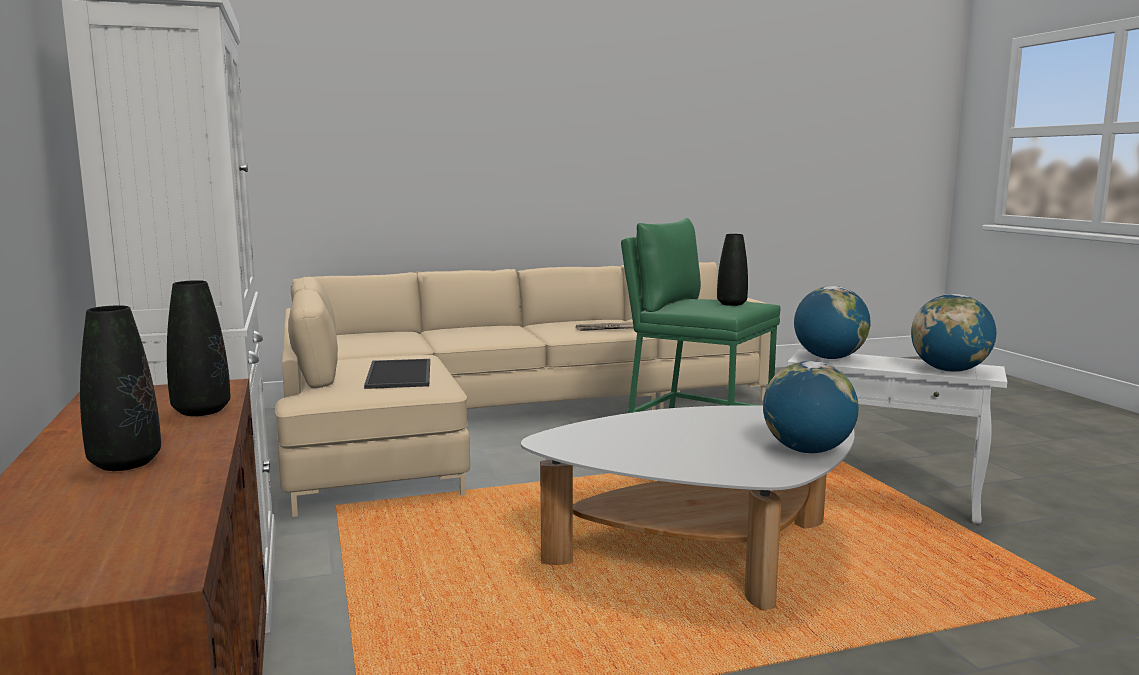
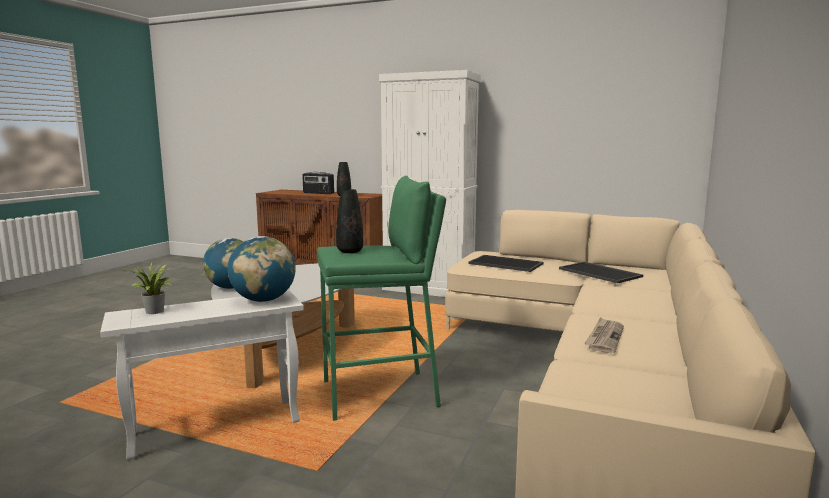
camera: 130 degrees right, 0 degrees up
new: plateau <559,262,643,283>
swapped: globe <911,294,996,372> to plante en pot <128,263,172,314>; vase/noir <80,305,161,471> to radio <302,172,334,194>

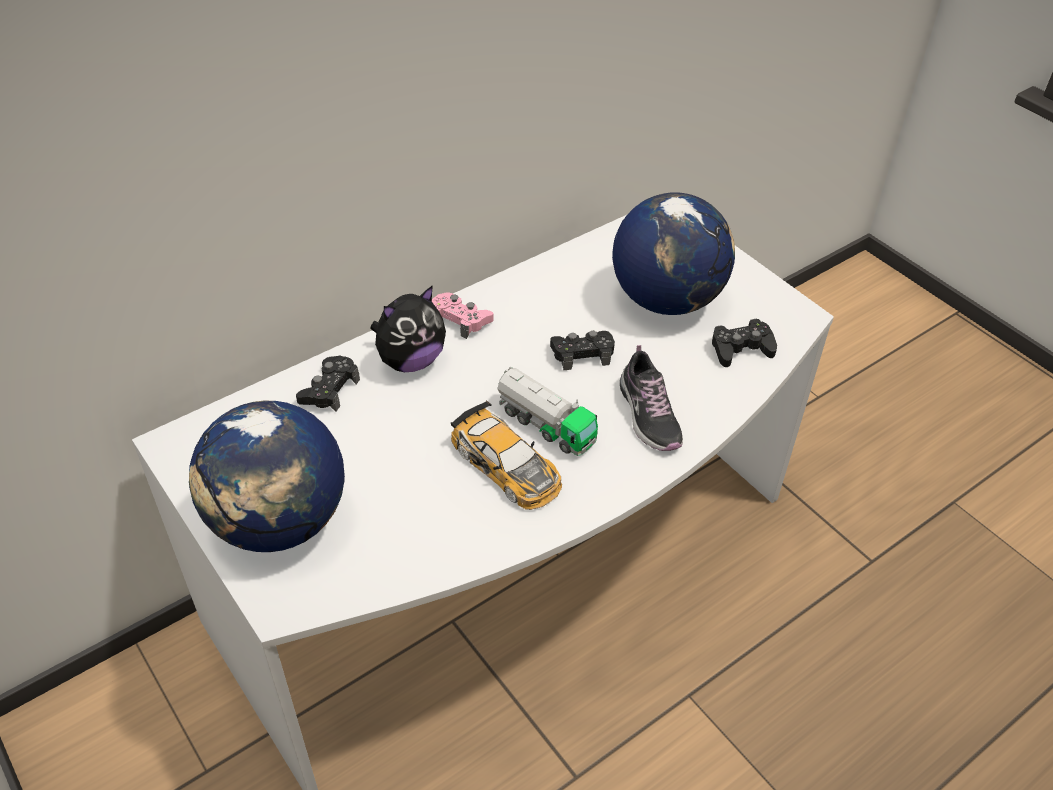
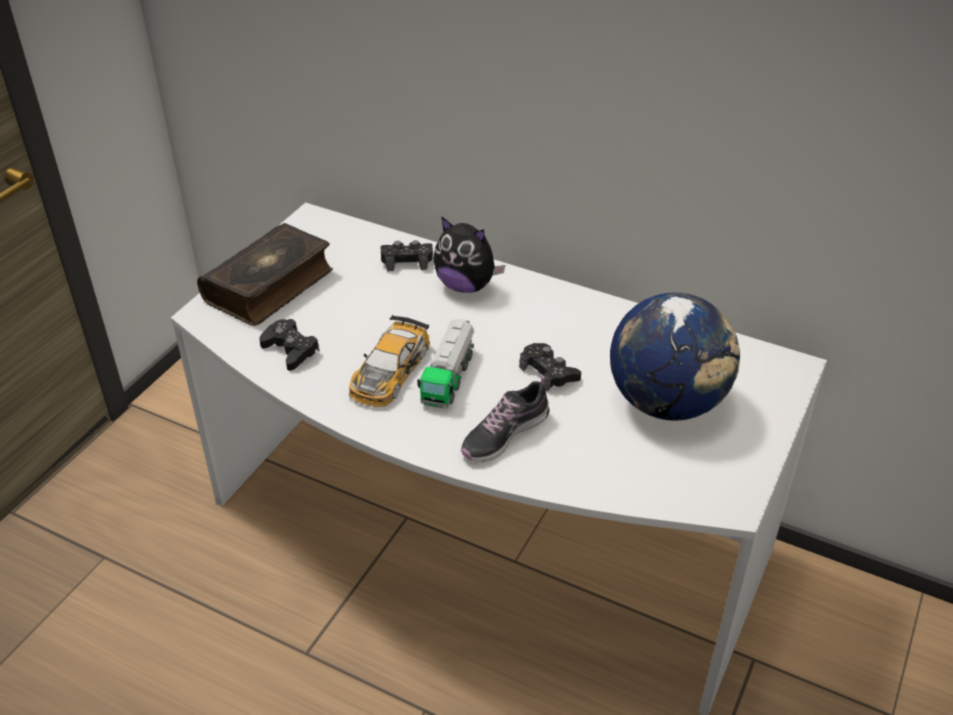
camera: 65 degrees right, 5 degrees down
gone: manette/rose <432,292,494,339>
shifted: manette/noir <712,319,777,367> to <259,319,320,371>
swapped: globe <189,401,345,552> to livre <197,223,333,326>

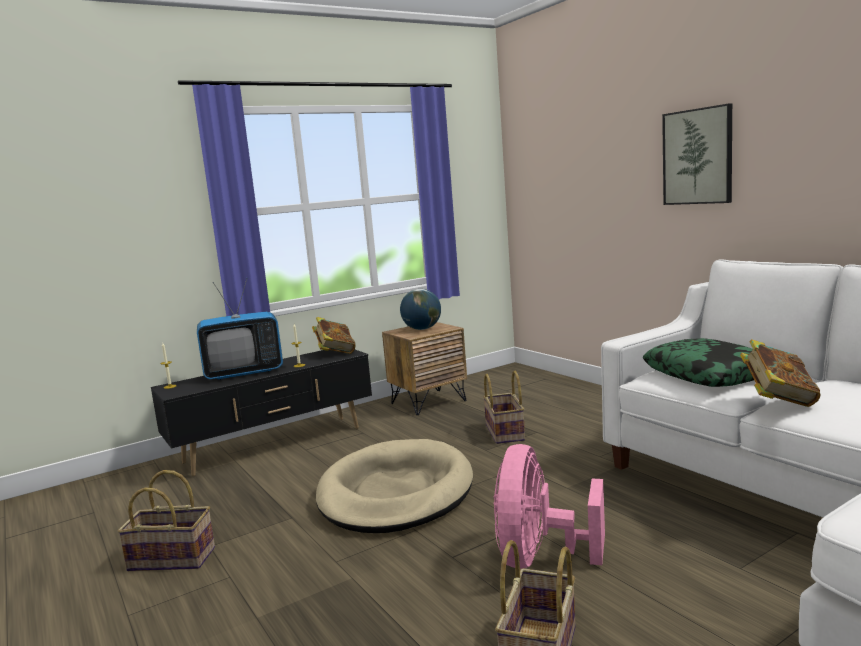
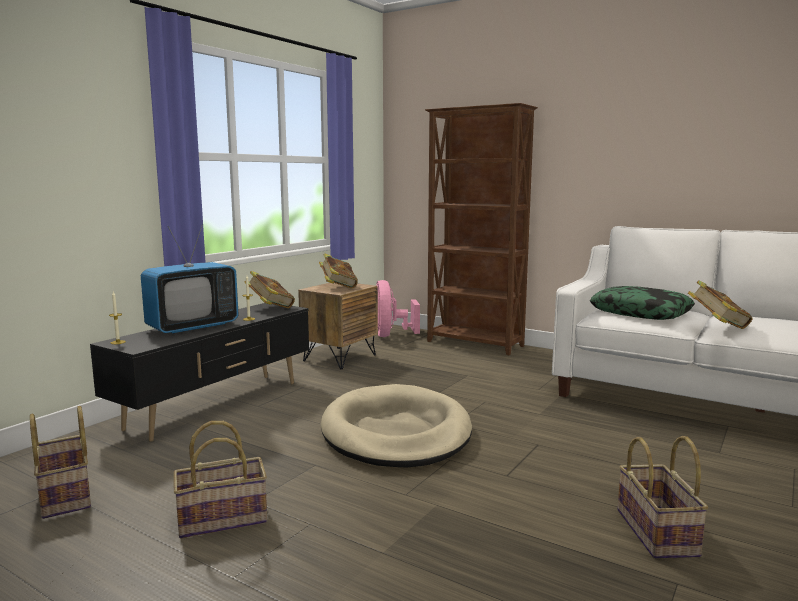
camera: 25 degrees left, 0 degrees up
gone: tableau <662,103,732,205>
new: bibliothèque/marron <425,103,538,355>
shifted: panier <483,371,525,444> to <30,406,91,519>; ventilateur/rose <493,444,605,569> to <376,280,420,337>
swapped: globe <400,289,441,330> to livre <319,253,358,289>

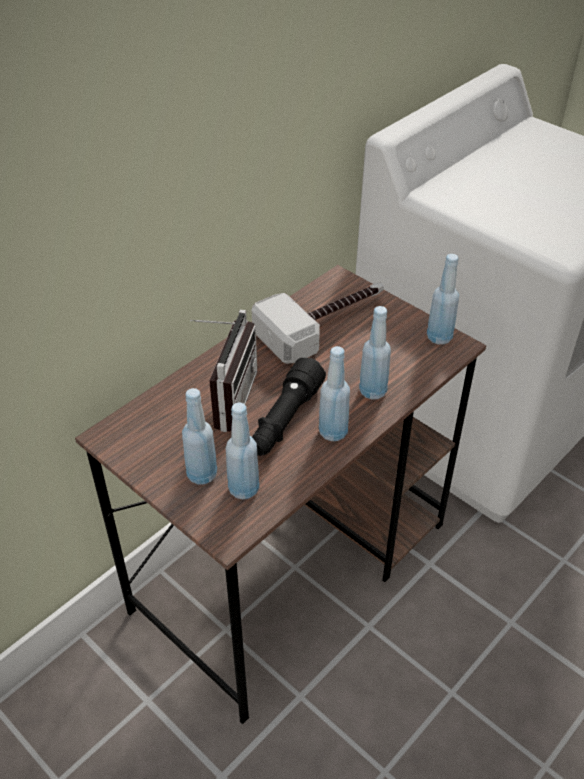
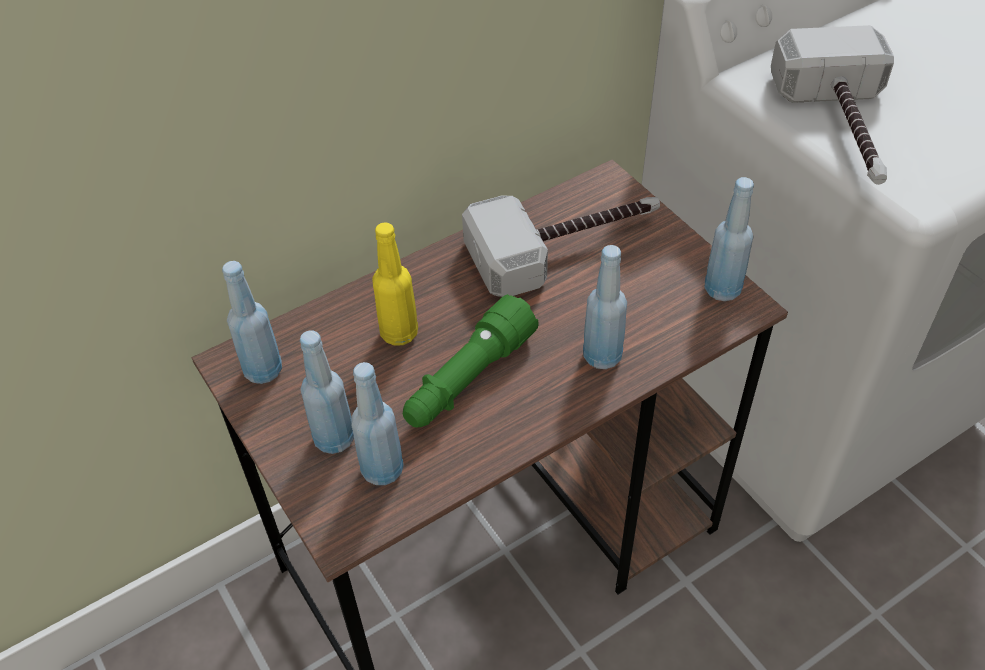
camera: 15 degrees right, 5 degrees up
new: marteau <771,25,894,185>
shifted: bouteille/bleu <319,346,350,441> to <222,261,282,384>
swapped: radio <190,310,257,432> to bouteille/jaune <372,222,418,346>
repainted: lampe de poche/noir <252,358,326,456> to lampe de poche/vert <403,294,539,428>

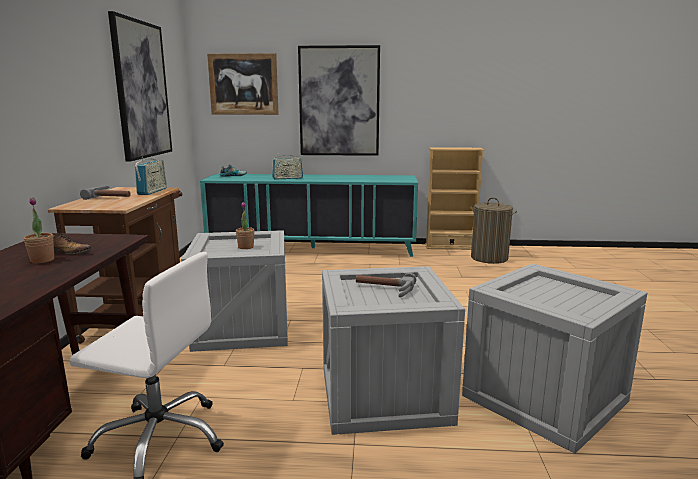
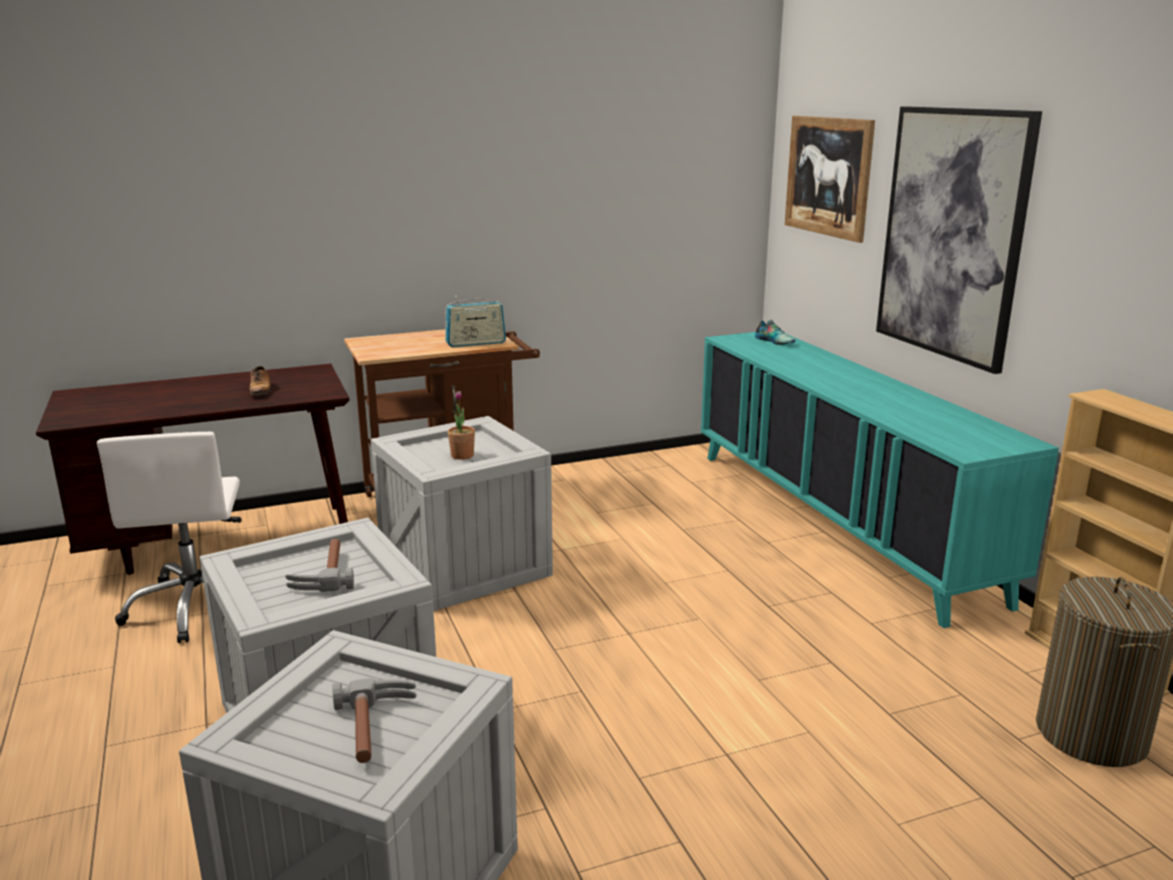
camera: 65 degrees right, 5 degrees up
gone: plante en pot <24,197,54,263>; tableau <108,11,172,162>; radio <272,153,303,180>
shifted: marteau <80,186,131,200> to <332,678,417,763>

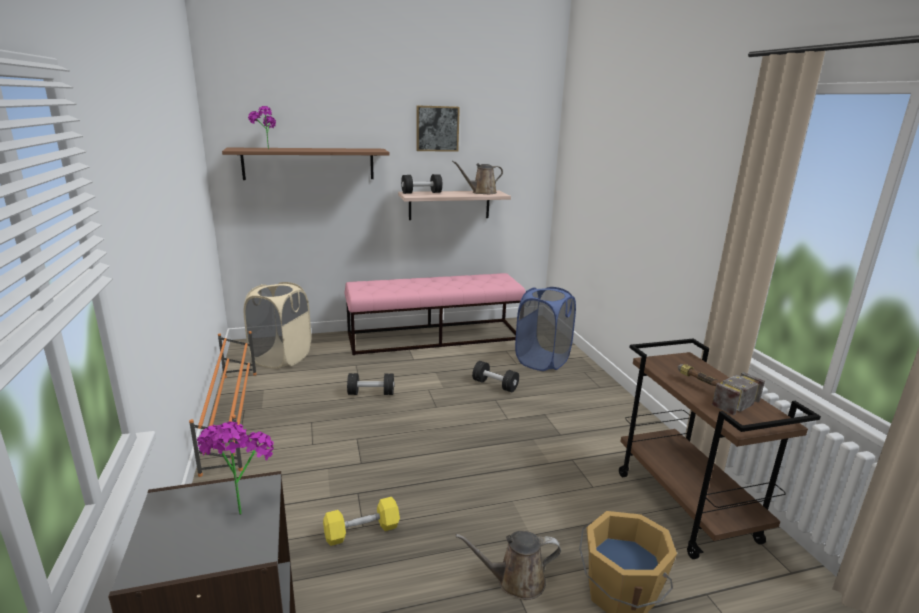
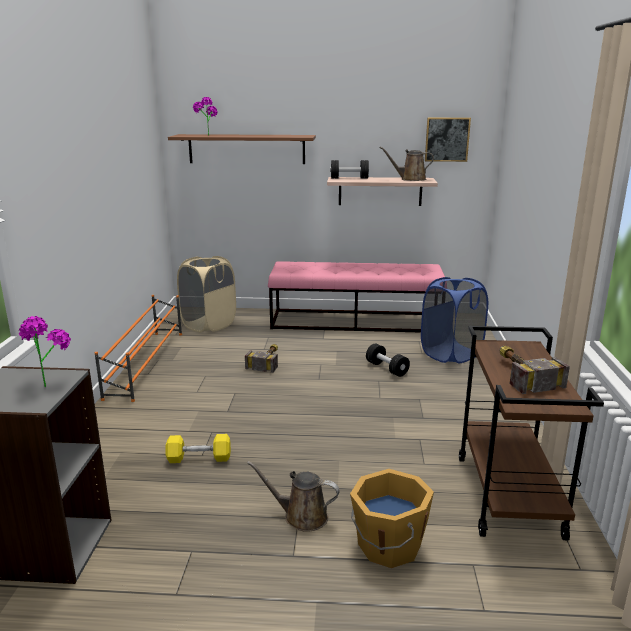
camera: 20 degrees right, 0 degrees up
shifted: tableau <416,105,460,152> to <425,117,471,162>
swapped: haltère/noir <347,373,394,395> to marteau <245,344,278,373>

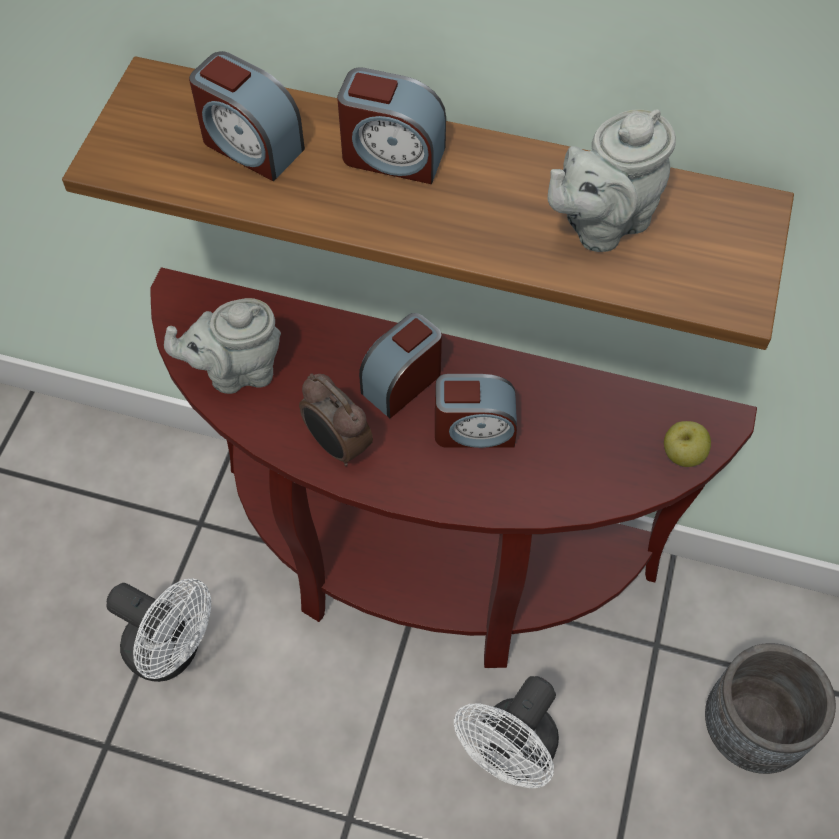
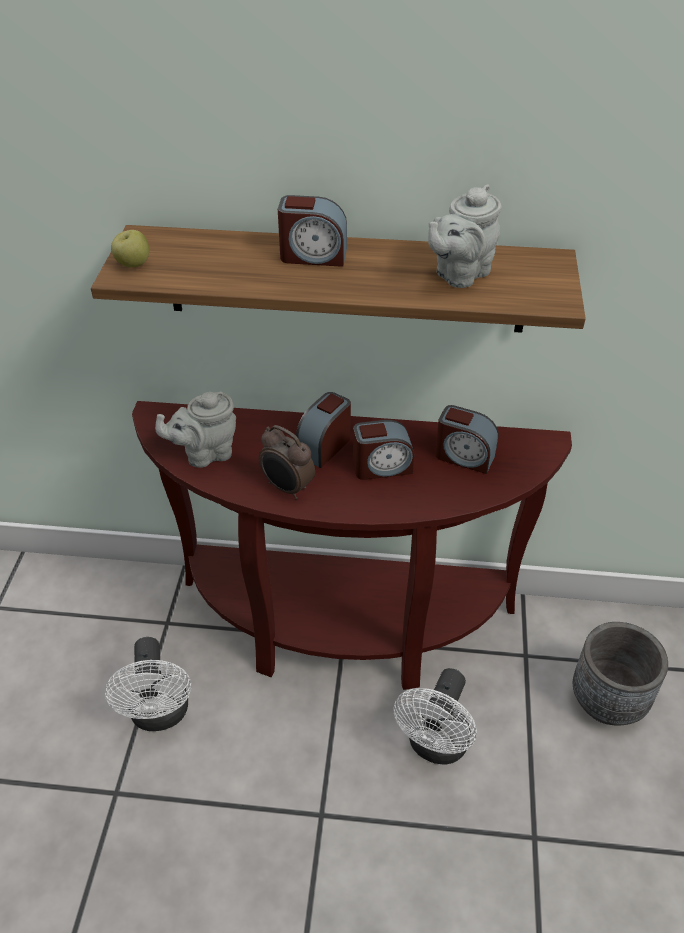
camera: 10 degrees left, 15 degrees down
shifted: pomme <664,421,711,467> to <111,230,149,268>; réveil <189,51,305,181> to <435,405,498,474>
rotated: ventilateur/blanc <106,579,211,682> = <105,637,191,731> 60 degrees clockwise

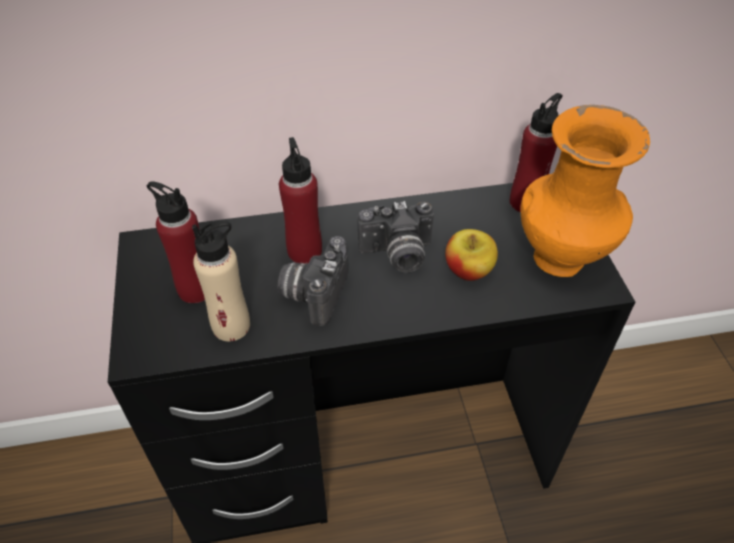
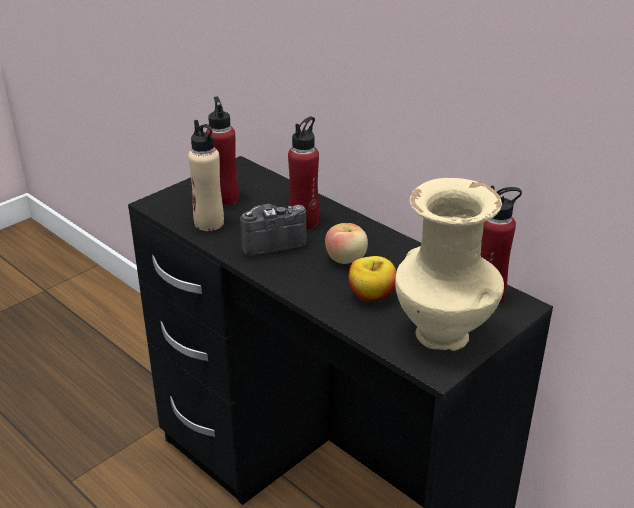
camera: 55 degrees right, 15 degrees down
swapped: appareil photo <357,201,434,273> to pomme <325,223,368,264>
repainted: vase/orange <520,105,650,277> to vase/beige <395,178,504,351>

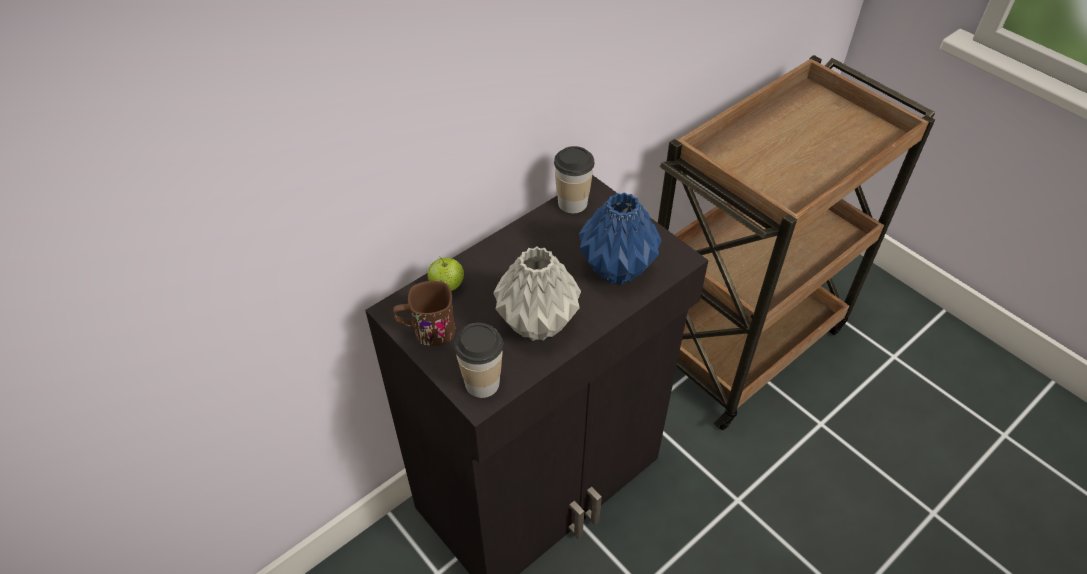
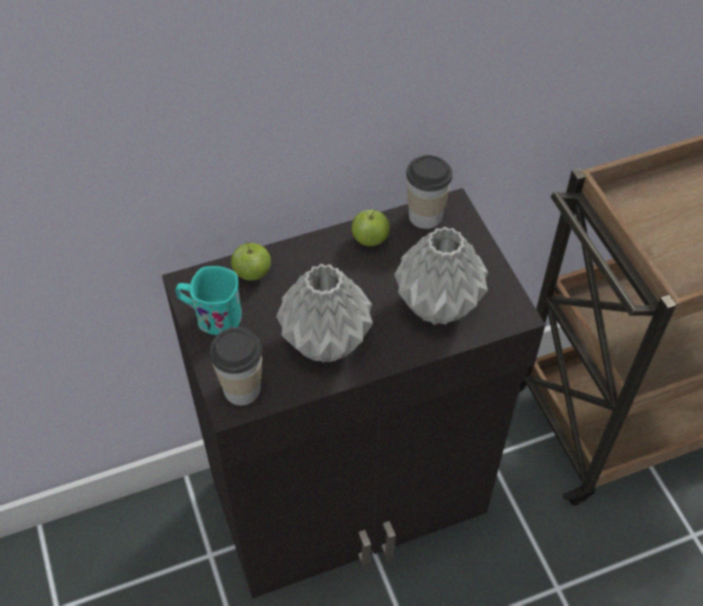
camera: 20 degrees right, 5 degrees up
new: pomme <351,209,390,246>
repainted: mug/marron <393,281,455,346> to mug/turquoise <176,266,242,335>; vase/bleu <579,192,662,285> to vase/gris <394,226,488,325>

